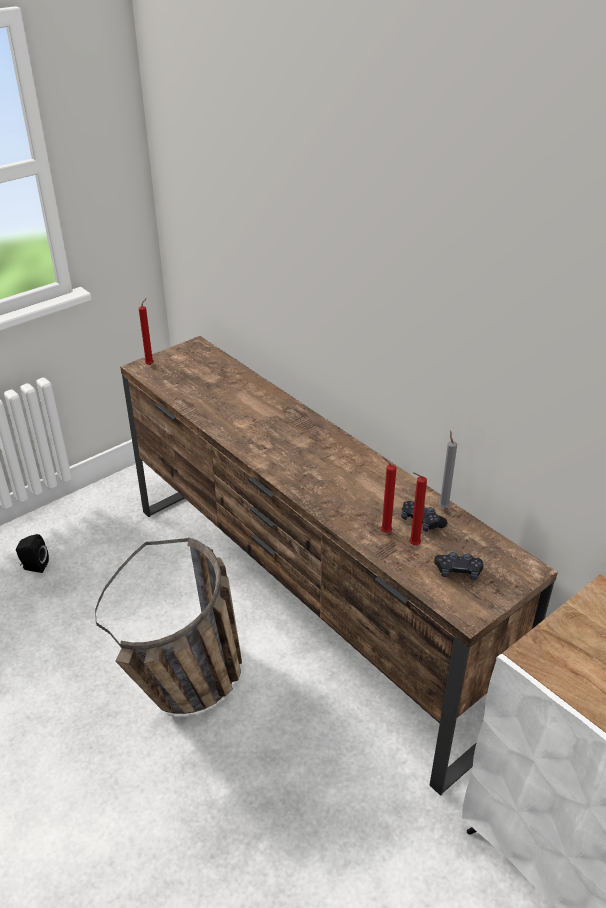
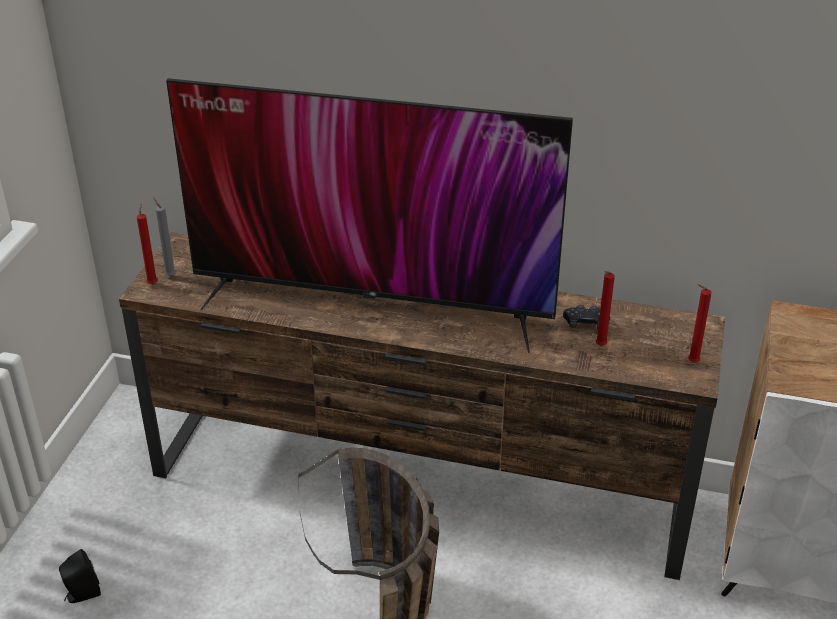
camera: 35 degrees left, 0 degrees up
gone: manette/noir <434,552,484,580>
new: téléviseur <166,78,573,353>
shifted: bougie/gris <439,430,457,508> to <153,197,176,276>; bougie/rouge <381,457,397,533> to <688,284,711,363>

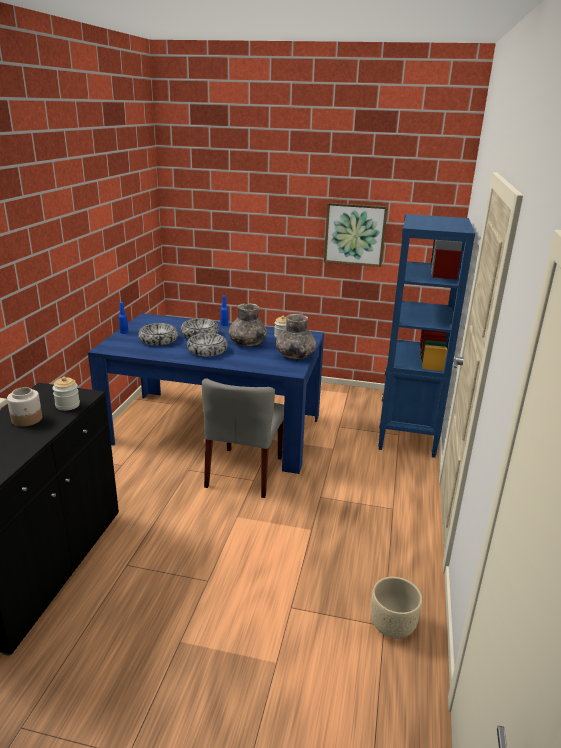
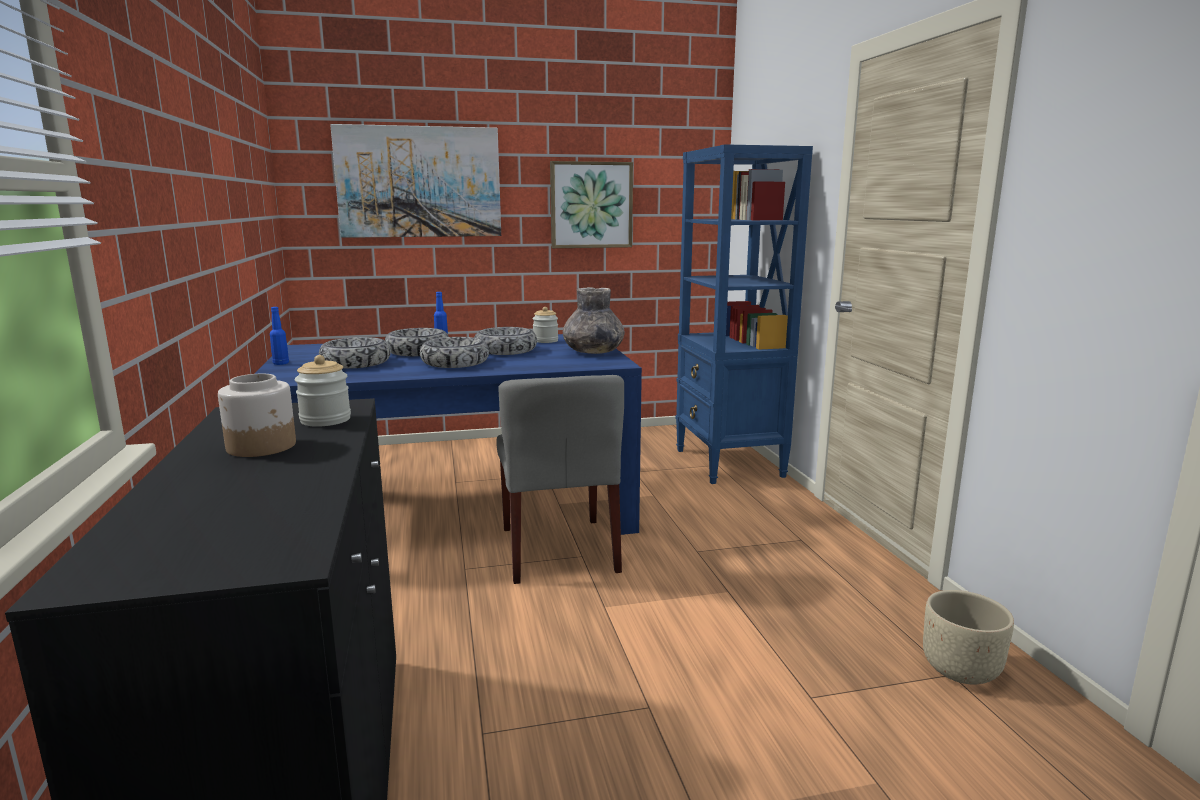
camera: 25 degrees left, 10 degrees down
new: tableau <330,124,501,238>
swapped: vase/gris <229,303,267,346> to bol <474,327,537,355>

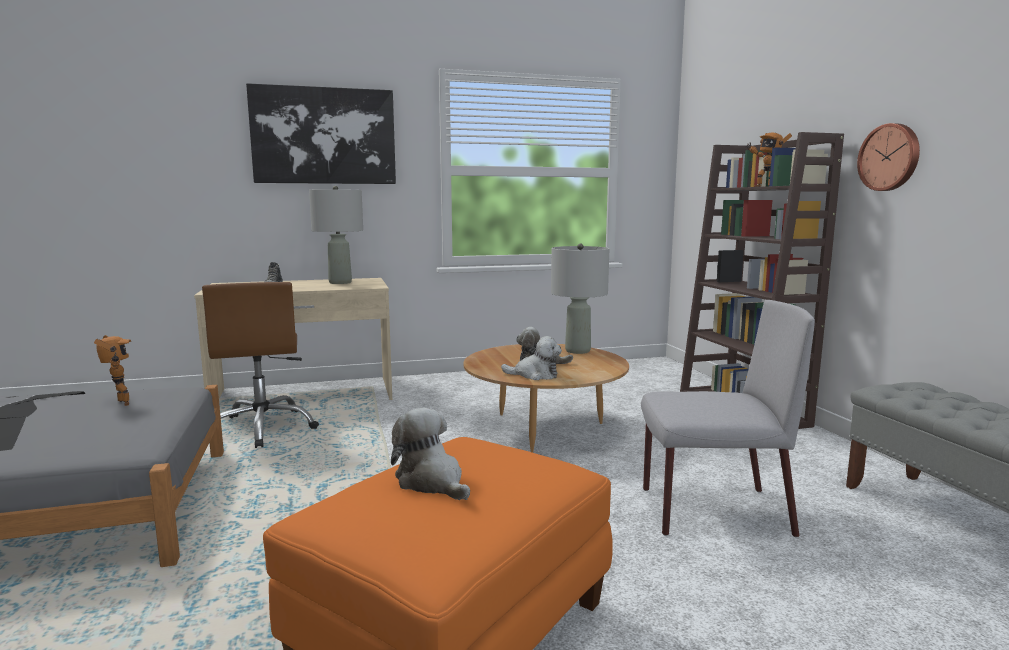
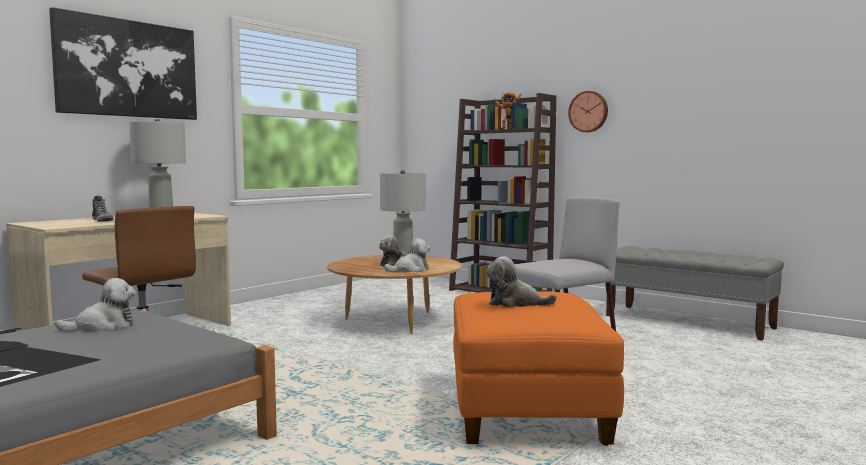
camera: 35 degrees left, 5 degrees down
swapped: robot jouet <94,335,131,406> to peluche <55,278,136,331>

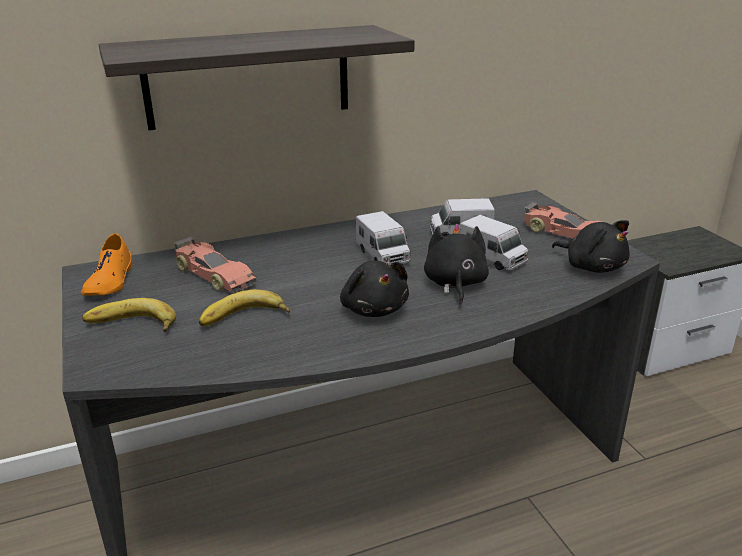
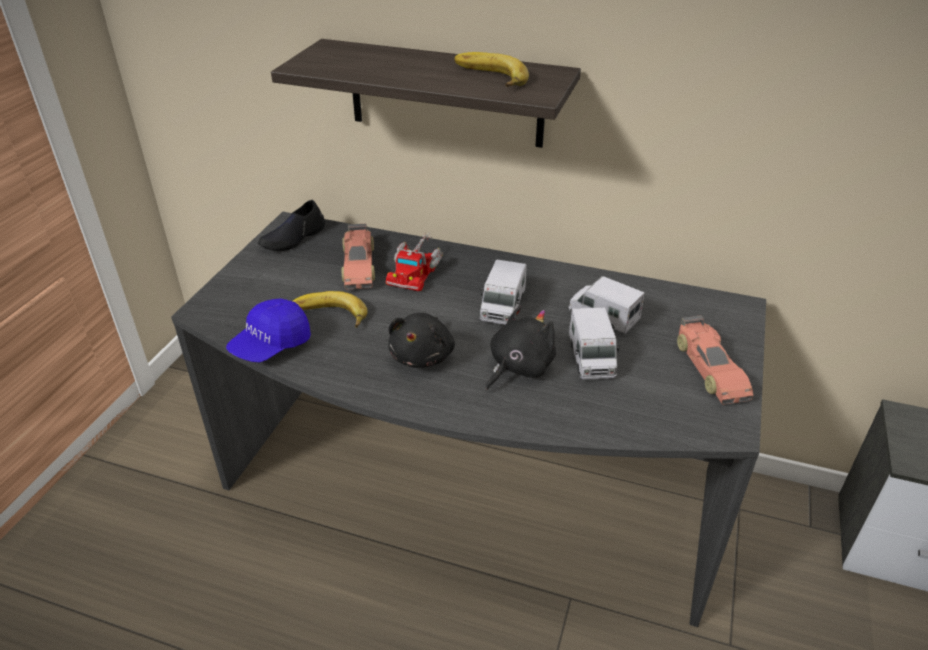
camera: 40 degrees right, 10 degrees up
gone: peluche/noir <552,220,630,273>
new: casquette/bleu <226,298,311,362>; camion jouet <386,232,443,291>
shifted: banane <82,298,176,332> to <454,52,529,87>
repainted: chaussure/orange <81,233,132,295> to chaussure/noir <258,200,325,251>

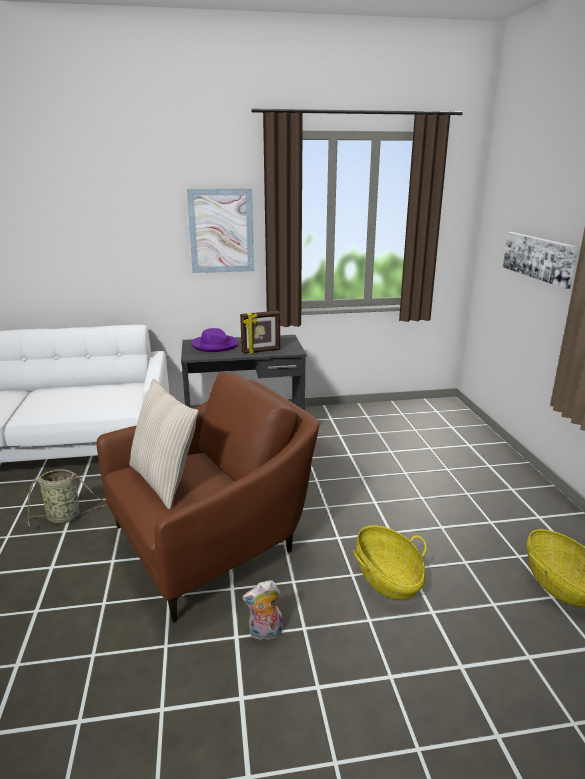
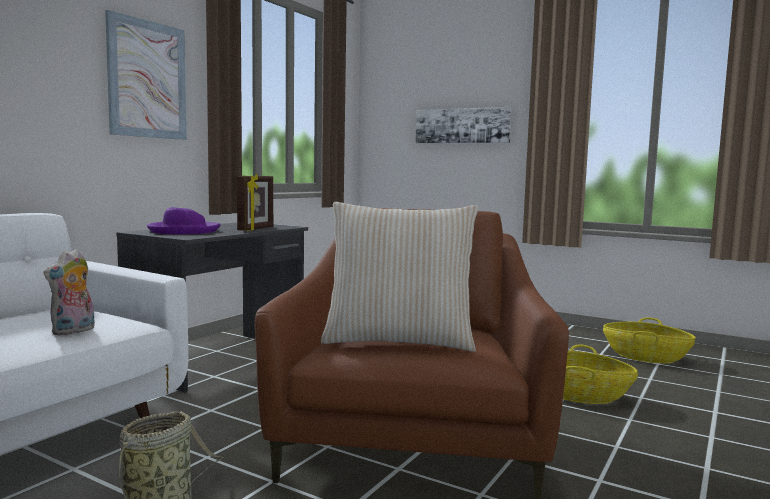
camera: 50 degrees left, 15 degrees down
shifted: peluche <242,580,283,641> to <43,249,95,336>

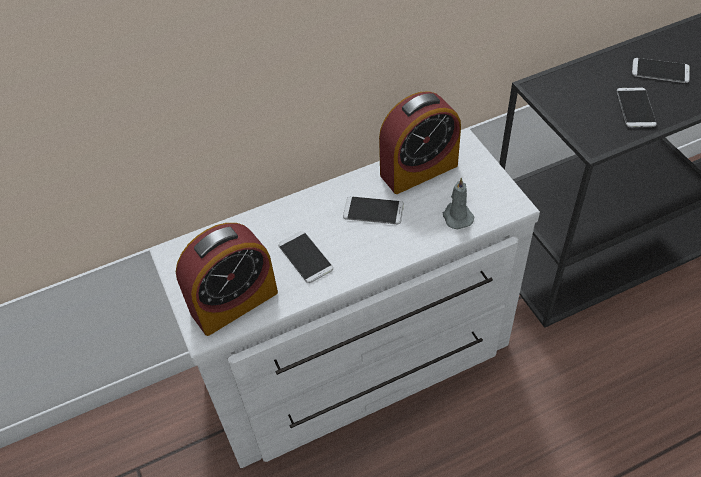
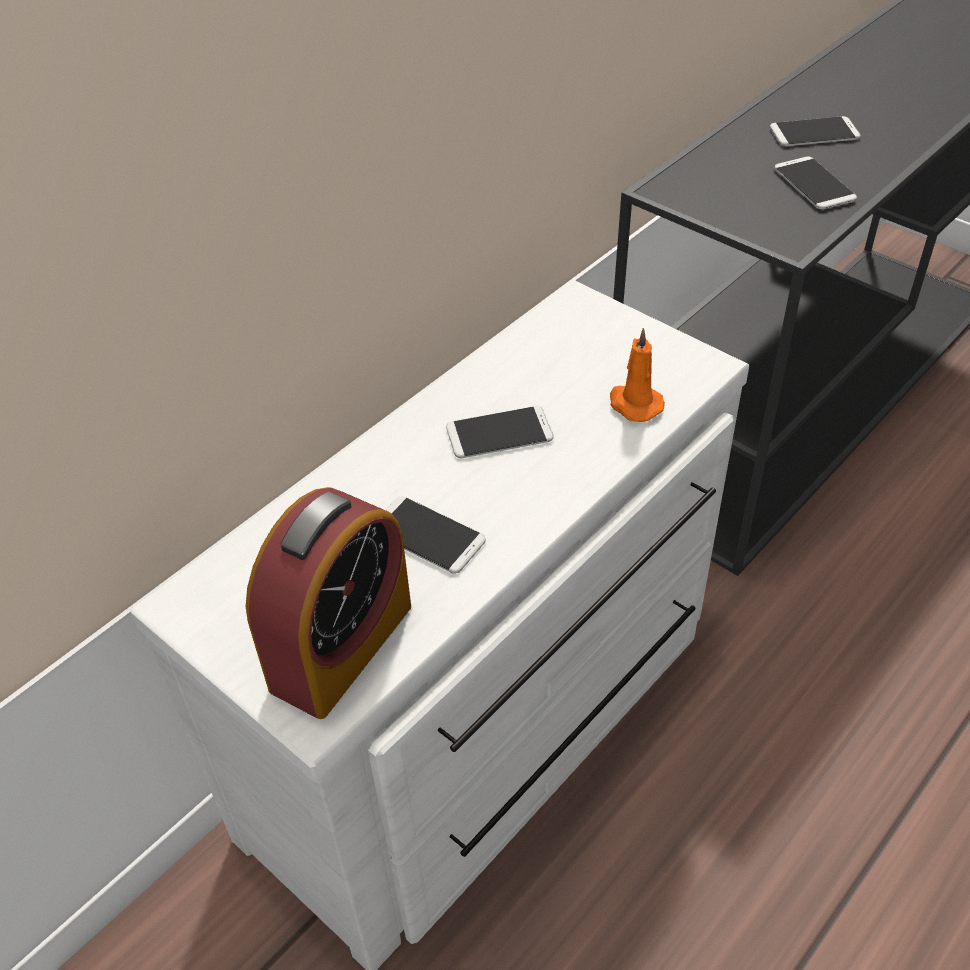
camera: 25 degrees left, 5 degrees down
gone: réveil <379,91,461,194>
repainted: bougie/gris <443,177,475,229> to bougie/orange <610,328,665,422>

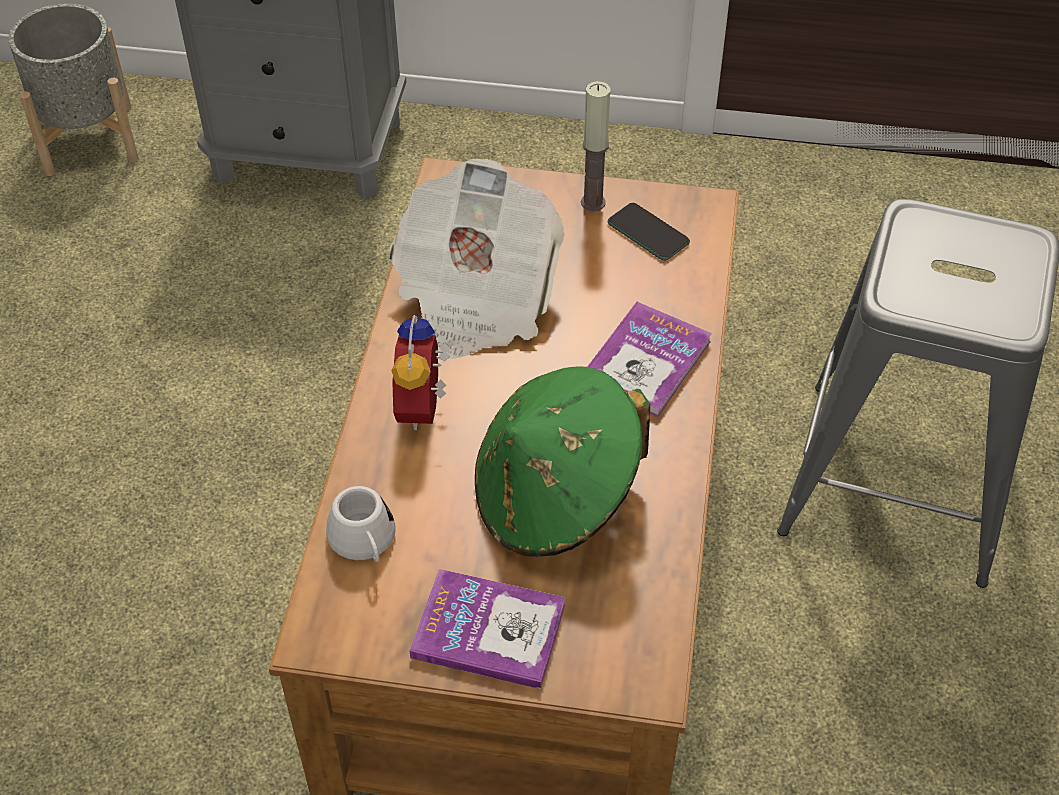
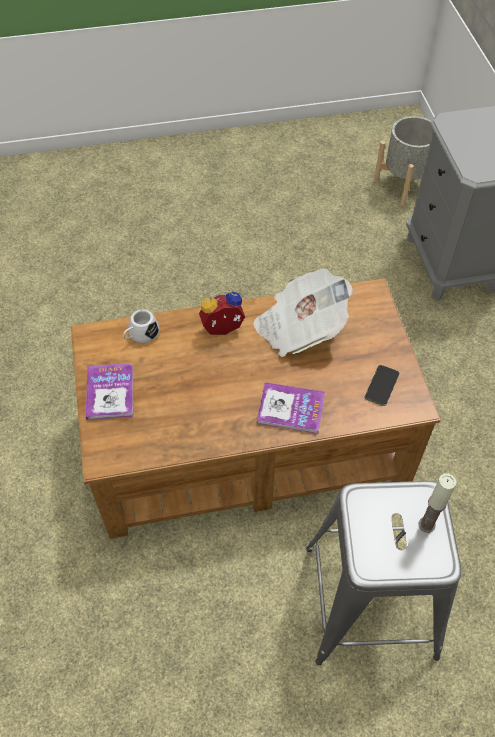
camera: 70 degrees right, 5 degrees up
gone: chapeau/vert <475,366,650,557>
shifted: bougie <581,81,610,211> to <418,473,456,533>

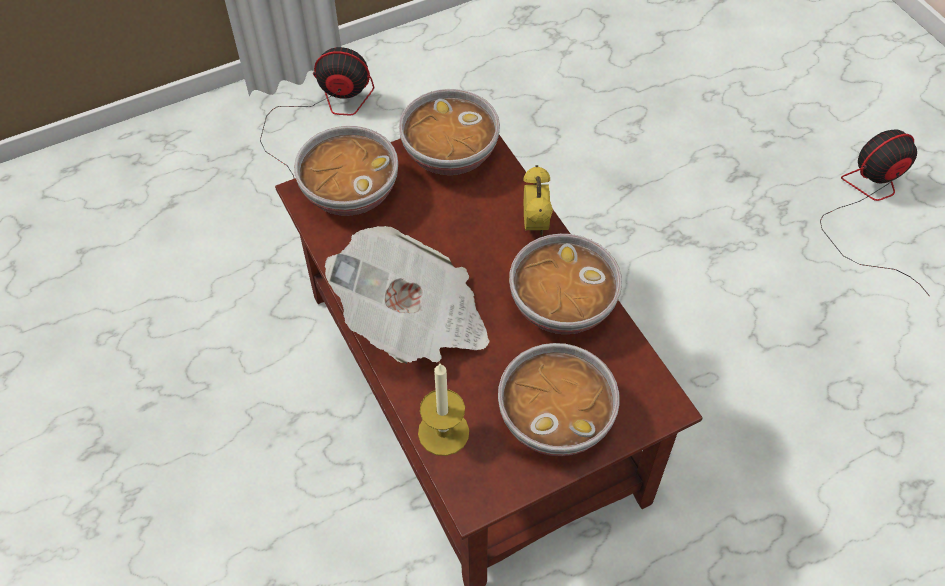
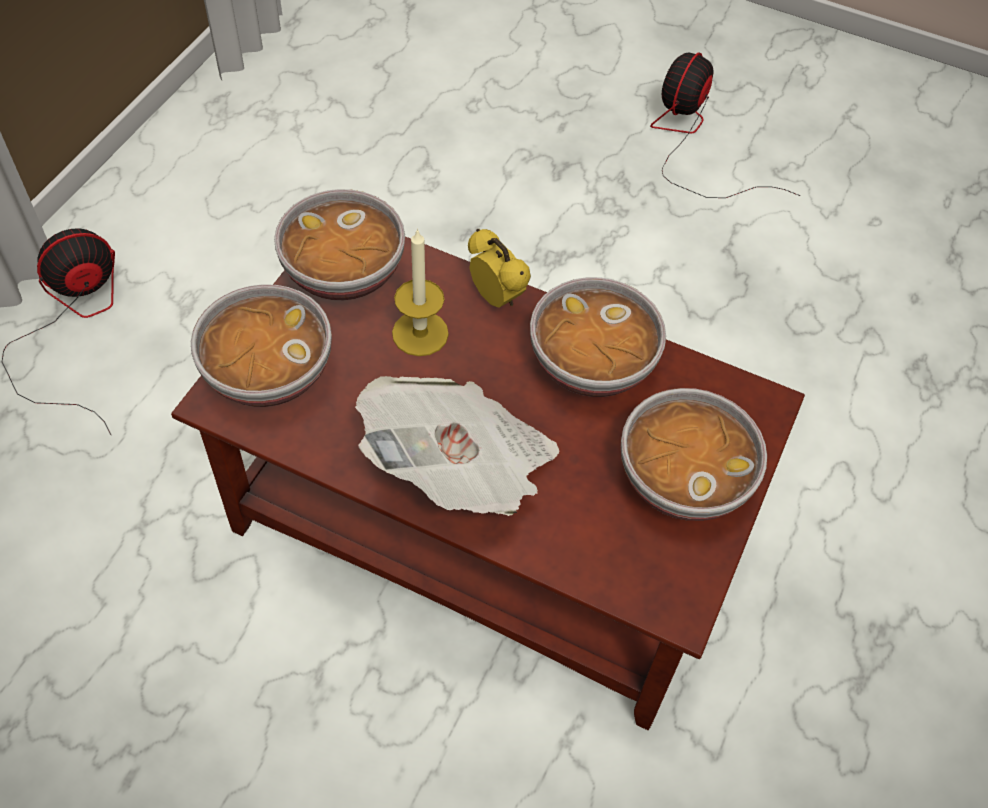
camera: 40 degrees left, 0 degrees up
shifted: bougie <418,364,469,456> to <392,228,449,356>

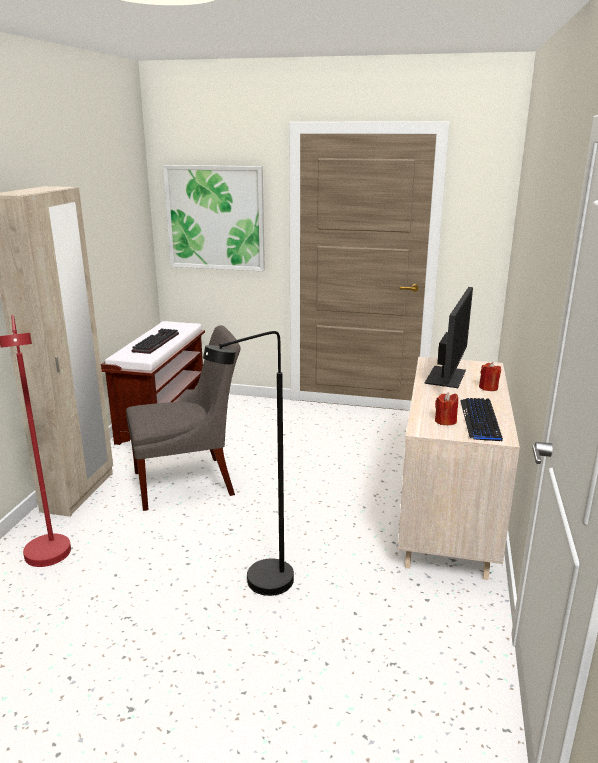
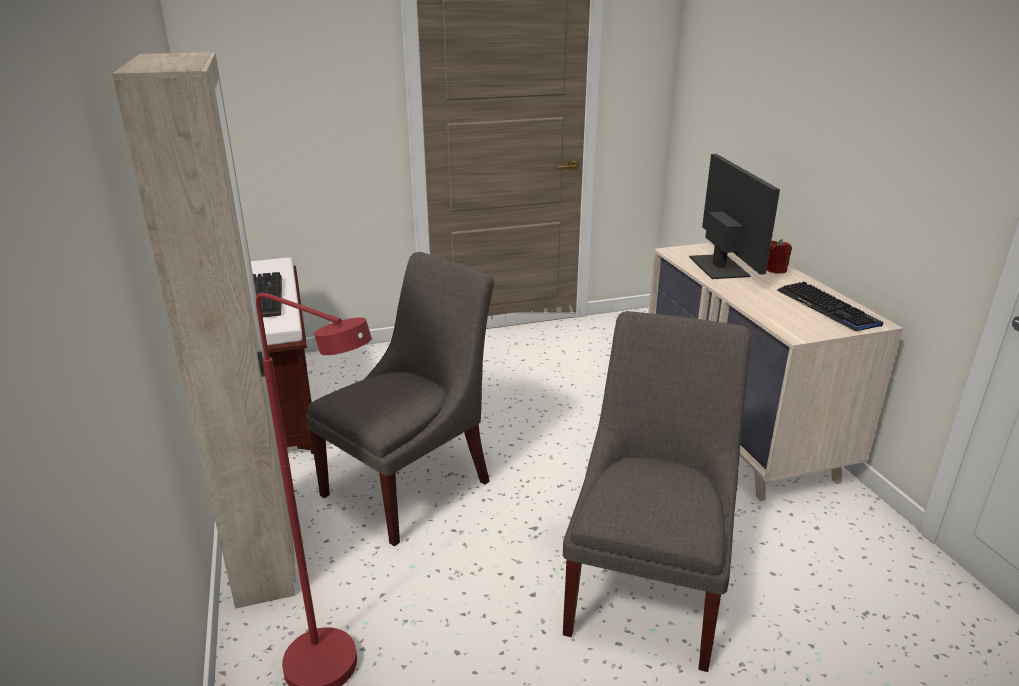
camera: 30 degrees left, 5 degrees up
gone: tableau <163,165,265,271>; bougie/rouge <435,392,458,425>
swapped: lampadaire/noir <203,331,294,596> to chaise/gris <563,311,752,672>

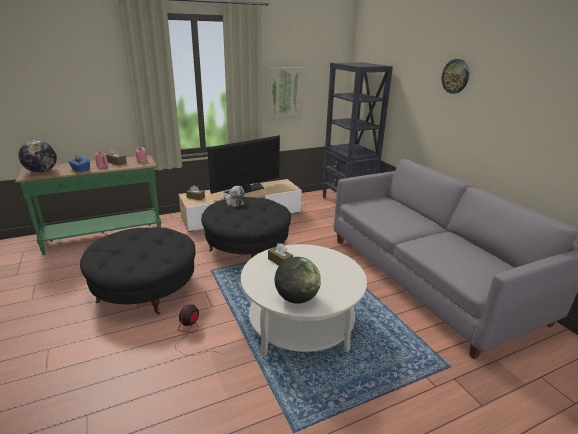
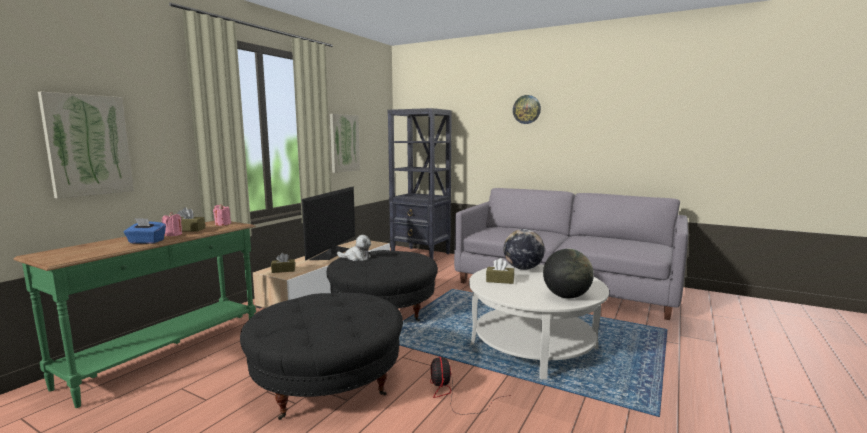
camera: 35 degrees left, 15 degrees down
new: tableau <38,92,134,198>
shifted: globe <18,140,57,173> to <504,229,545,270>

